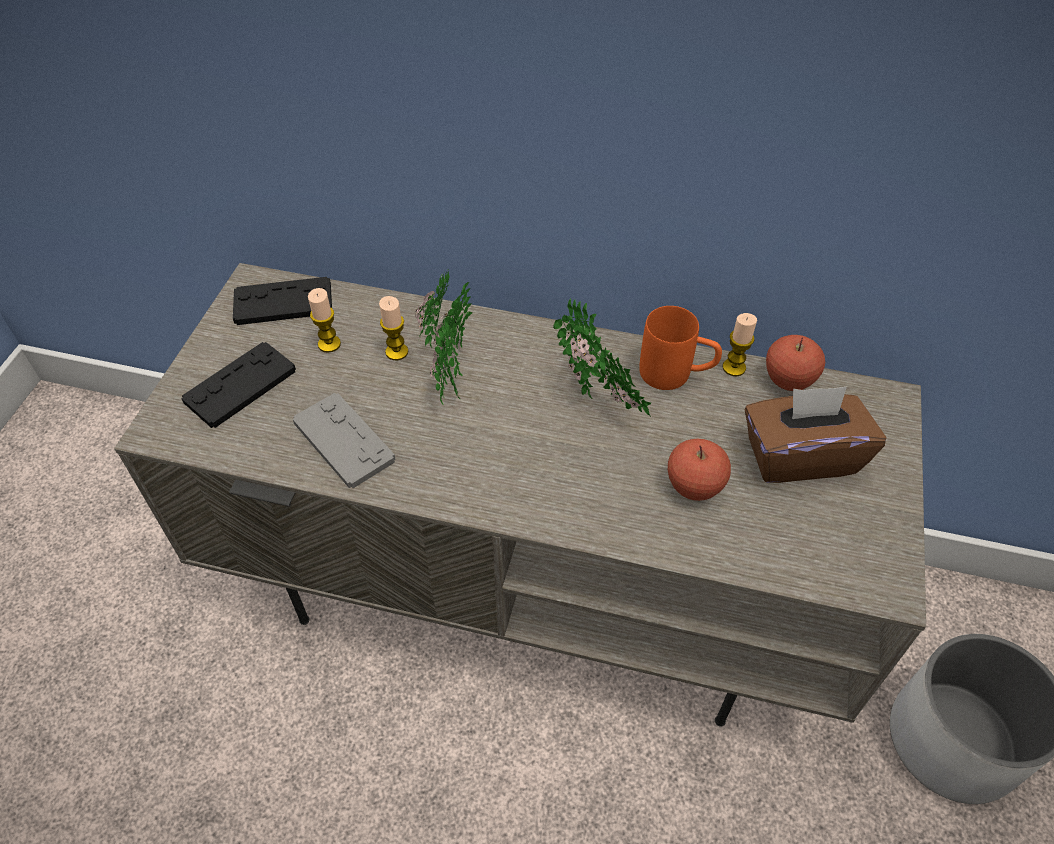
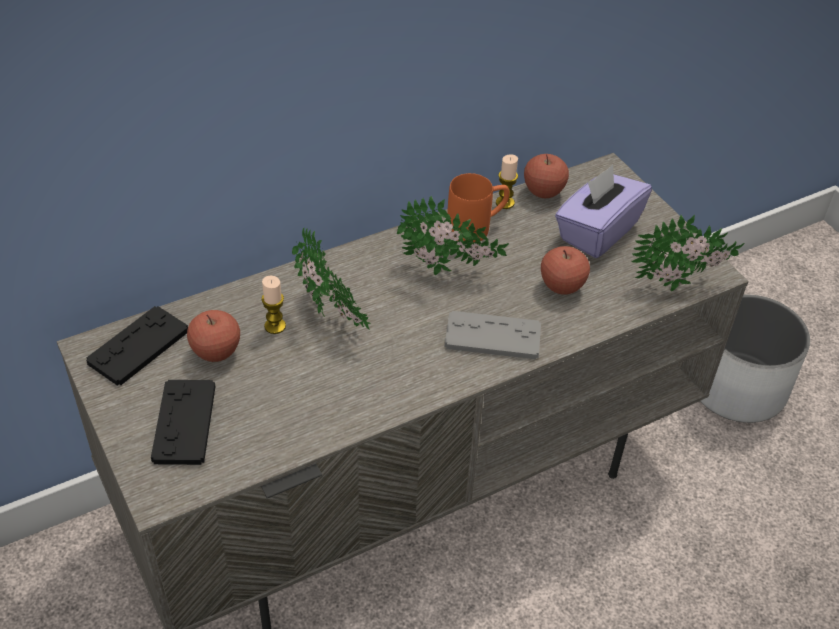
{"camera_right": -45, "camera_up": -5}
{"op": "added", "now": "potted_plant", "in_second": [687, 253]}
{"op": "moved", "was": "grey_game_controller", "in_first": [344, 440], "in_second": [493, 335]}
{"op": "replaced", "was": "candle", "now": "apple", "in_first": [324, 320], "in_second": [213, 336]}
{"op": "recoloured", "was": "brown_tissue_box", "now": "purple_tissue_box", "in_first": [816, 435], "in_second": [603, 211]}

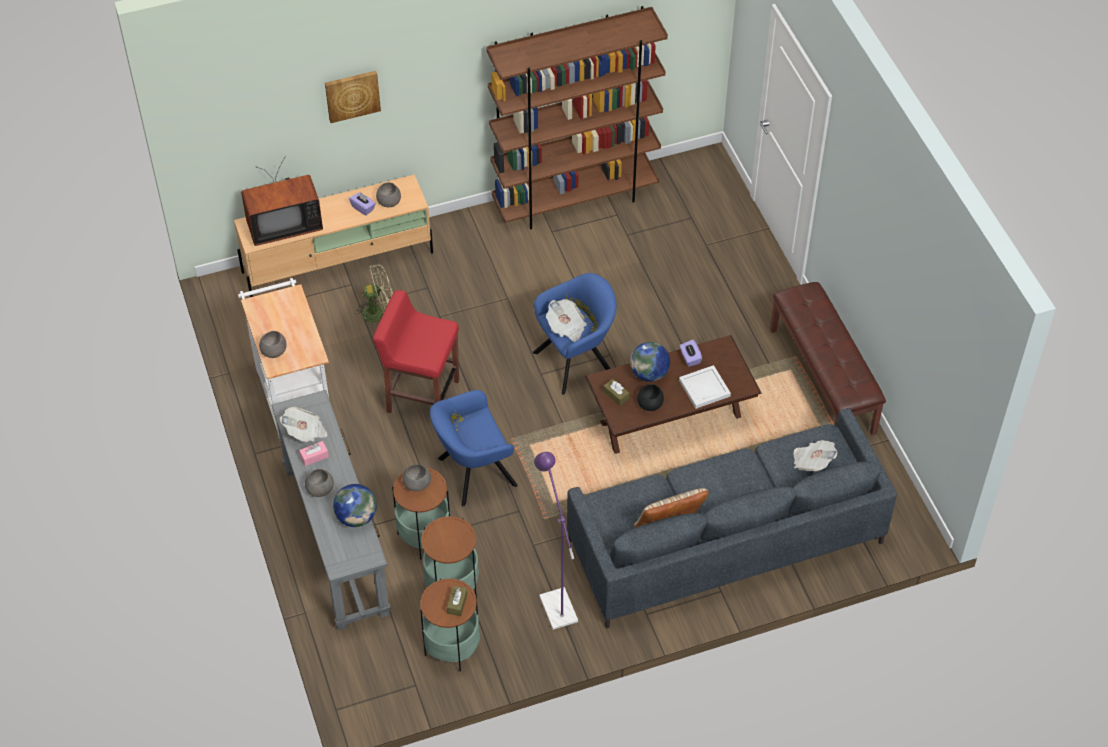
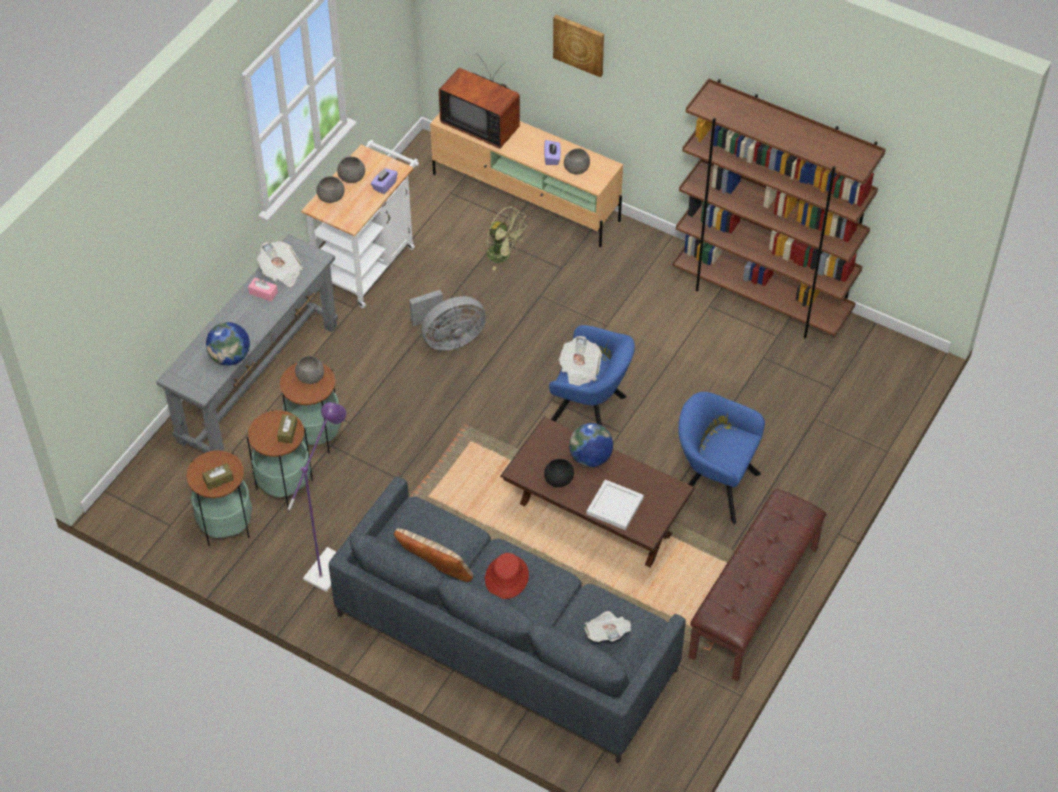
{"camera_right": 50, "camera_up": 0}
{"op": "added", "now": "red_hat", "in_second": [507, 576]}
{"op": "moved", "was": "grey_bowl", "in_first": [319, 483], "in_second": [351, 170]}
{"op": "moved", "was": "blue_armchair", "in_first": [474, 448], "in_second": [721, 458]}
{"op": "moved", "was": "brown_tissue_box", "in_first": [616, 392], "in_second": [287, 428]}
{"op": "moved", "was": "purple_tissue_box", "in_first": [691, 353], "in_second": [384, 181]}
{"op": "replaced", "was": "red_stool", "now": "grey_fan", "in_first": [416, 351], "in_second": [447, 320]}

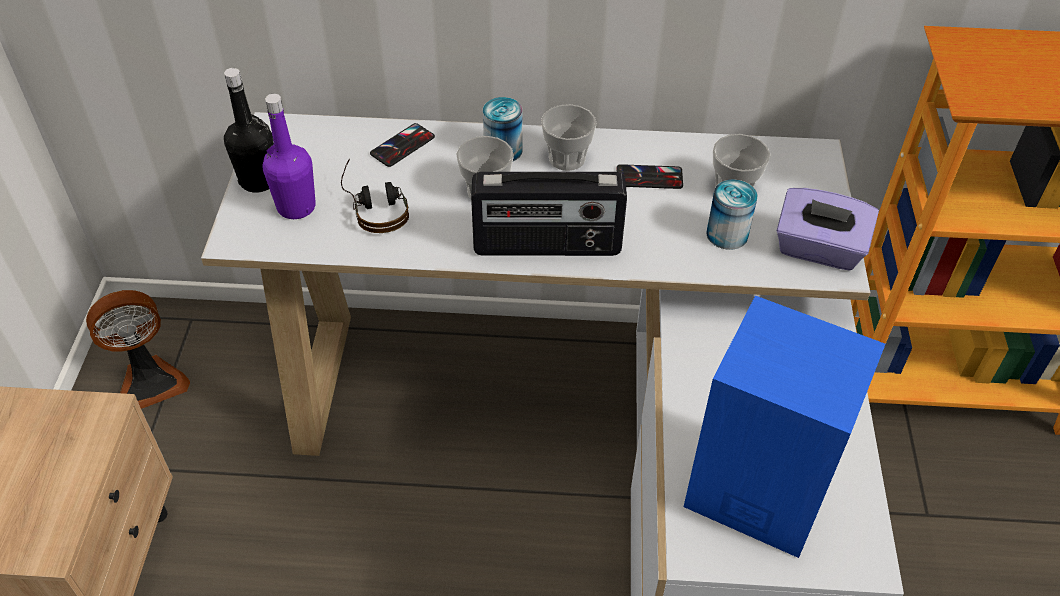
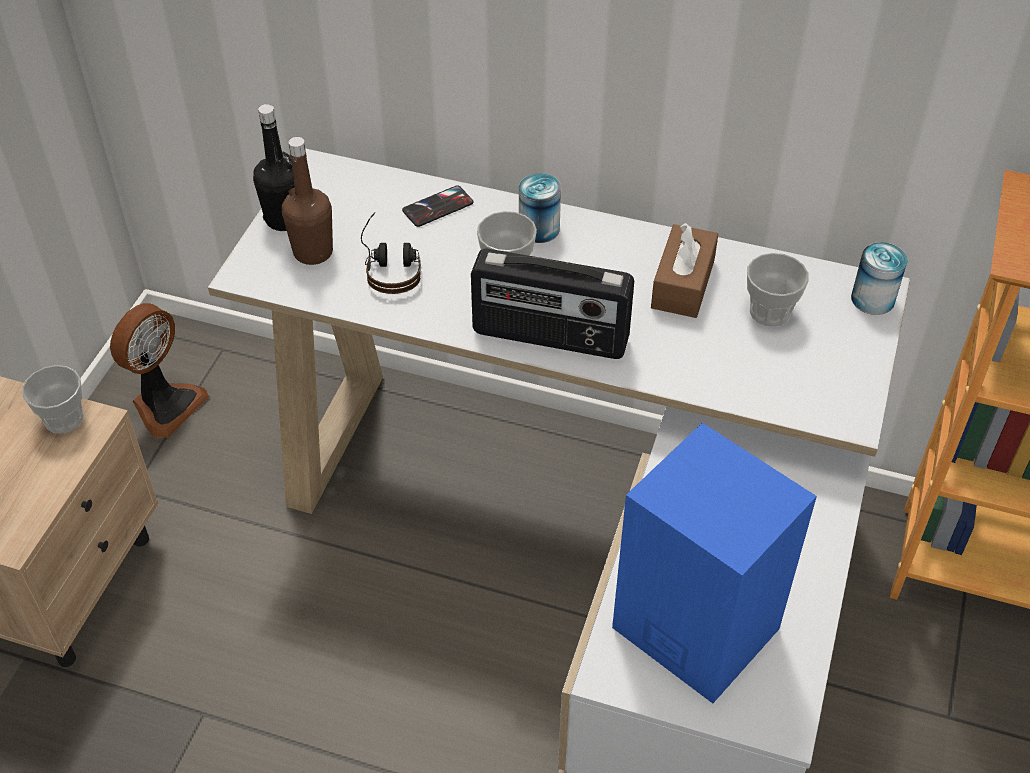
{"camera_right": 15, "camera_up": 0}
{"op": "removed", "was": "purple_tissue_box", "in_first": [828, 229]}
{"op": "moved", "was": "cup", "in_first": [569, 137], "in_second": [52, 399]}
{"op": "moved", "was": "can", "in_first": [731, 214], "in_second": [879, 278]}
{"op": "replaced", "was": "phone", "now": "brown_tissue_box", "in_first": [650, 176], "in_second": [684, 270]}
{"op": "recoloured", "was": "purple_bottle", "now": "brown_bottle", "in_first": [289, 156], "in_second": [307, 201]}
{"op": "turned", "was": "fan", "in_first": [138, 349], "in_second": [159, 370], "clockwise": -45}

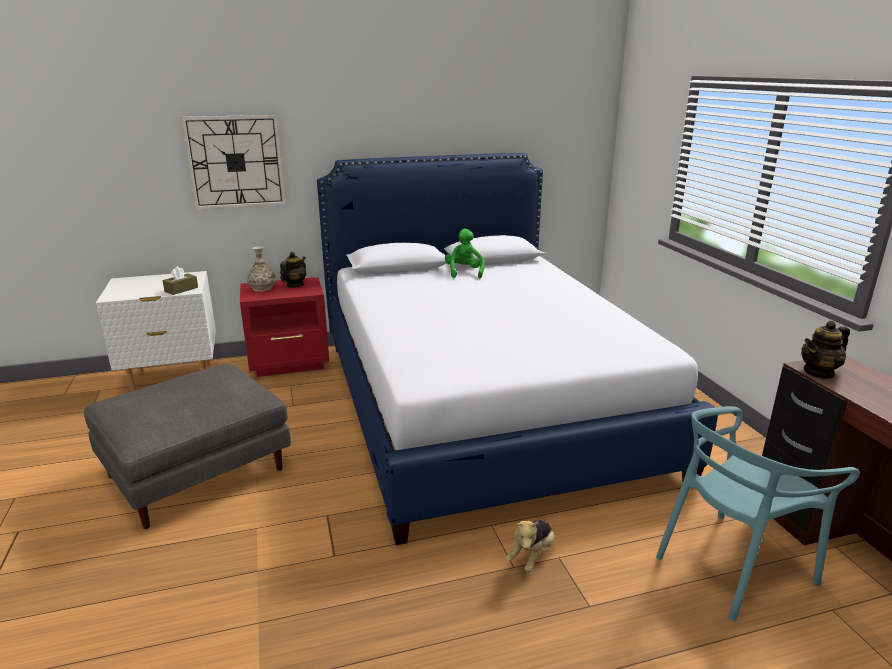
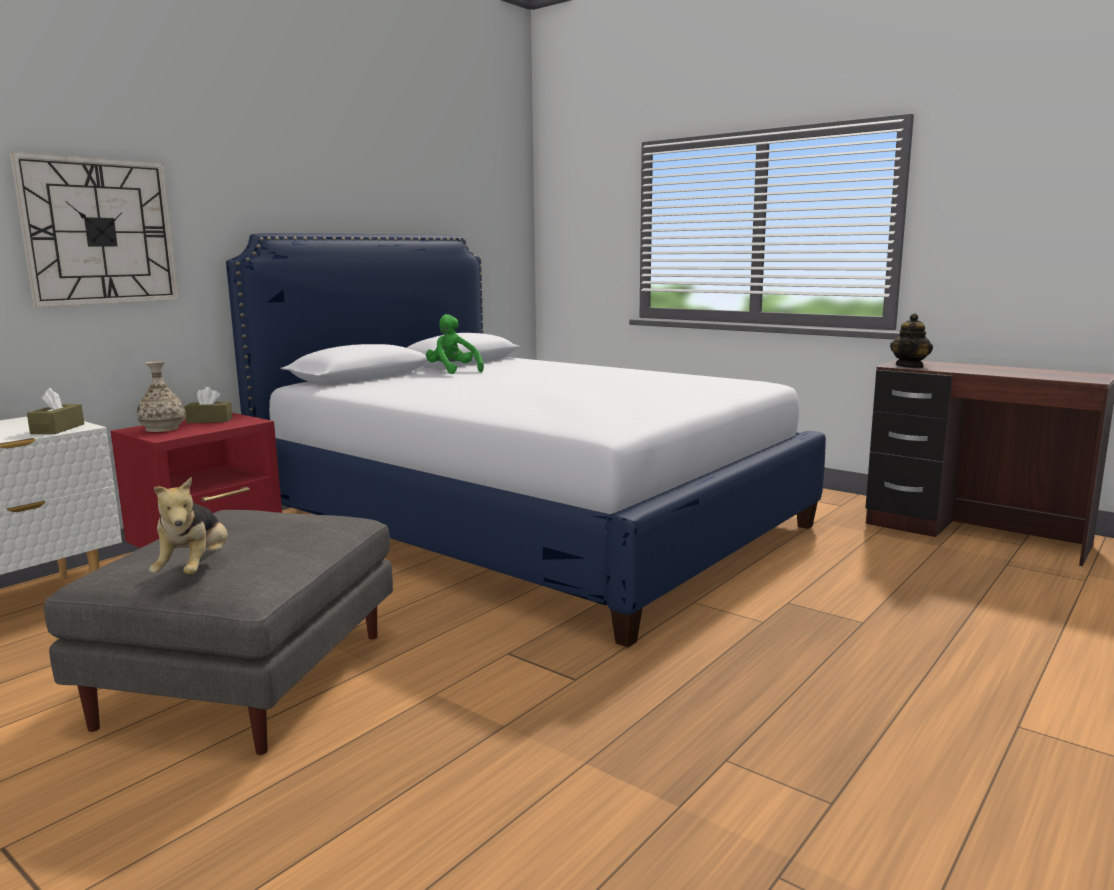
{"camera_right": -35, "camera_up": -10}
{"op": "removed", "was": "turquoise_chair", "in_first": [758, 513]}
{"op": "moved", "was": "plush_toy", "in_first": [530, 545], "in_second": [188, 525]}
{"op": "replaced", "was": "teapot", "now": "brown_tissue_box", "in_first": [293, 269], "in_second": [209, 405]}

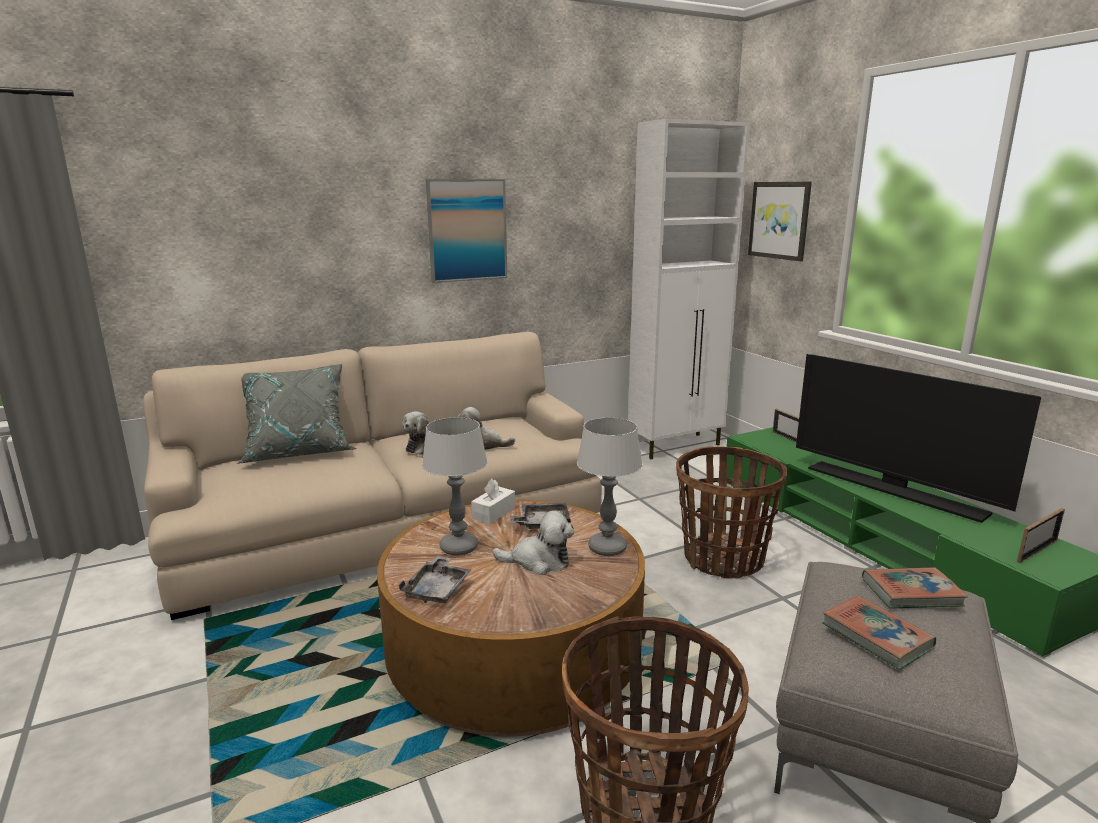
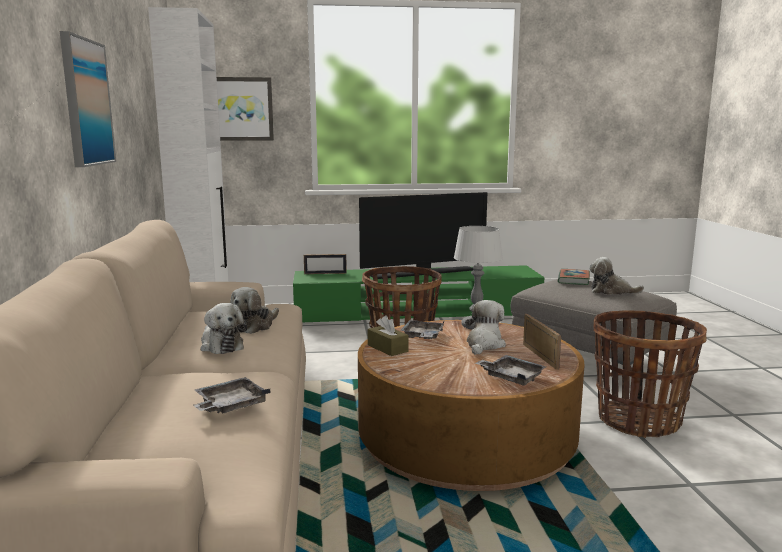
{"camera_right": -70, "camera_up": -5}
{"op": "removed", "was": "grey_pillow", "in_first": [296, 414]}
{"op": "removed", "was": "table_lamp", "in_first": [455, 486]}
{"op": "added", "now": "grey_tray", "in_second": [232, 395]}
{"op": "moved", "was": "picture_frame", "in_first": [1041, 535], "in_second": [542, 342]}
{"op": "replaced", "was": "book", "now": "plush_toy", "in_first": [879, 633], "in_second": [616, 276]}
{"op": "recoloured", "was": "white_tissue_box", "now": "brown_tissue_box", "in_first": [493, 501], "in_second": [388, 336]}

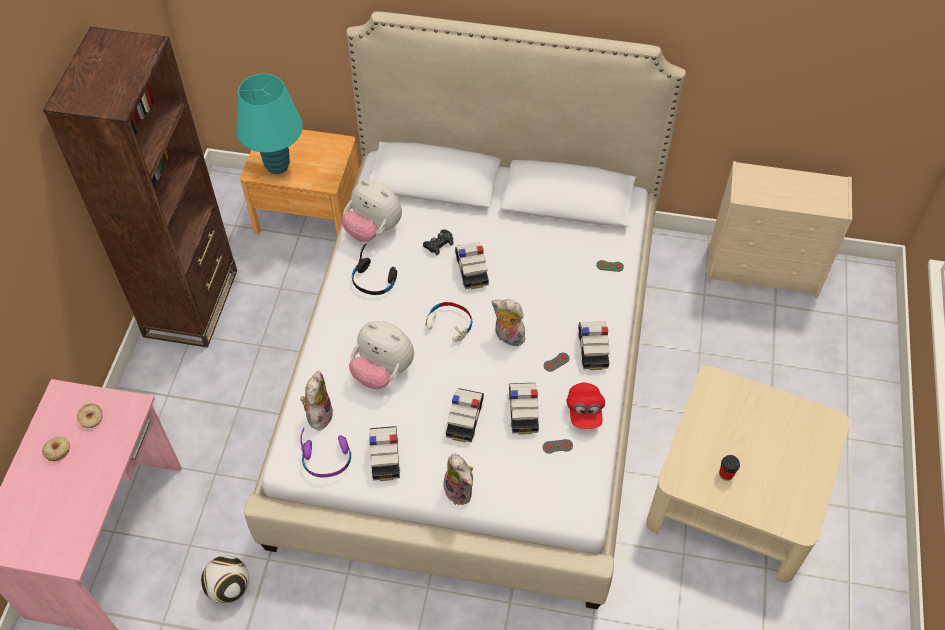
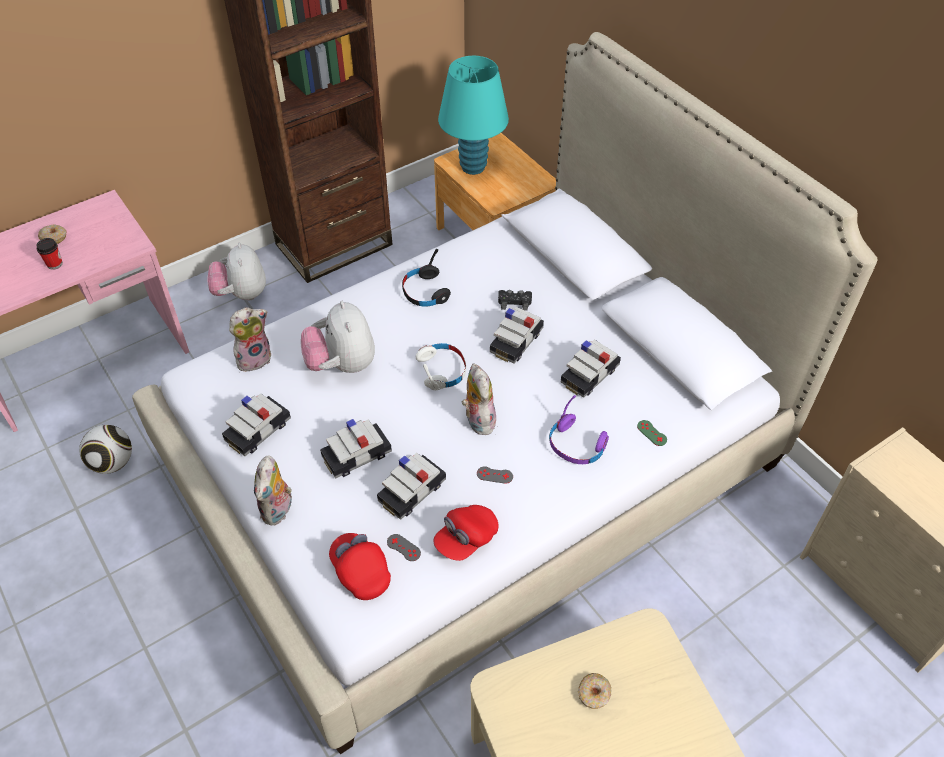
{"camera_right": 45, "camera_up": -5}
{"op": "added", "now": "red_cap", "in_second": [360, 566]}
{"op": "moved", "was": "donut", "in_first": [89, 416], "in_second": [594, 691]}
{"op": "moved", "was": "purple_headphones", "in_first": [325, 452], "in_second": [579, 429]}
{"op": "moved", "was": "plush_toy", "in_first": [371, 211], "in_second": [236, 271]}
{"op": "moved", "was": "toy_car", "in_first": [594, 345], "in_second": [591, 369]}
{"op": "moved", "was": "cup", "in_first": [729, 468], "in_second": [49, 254]}

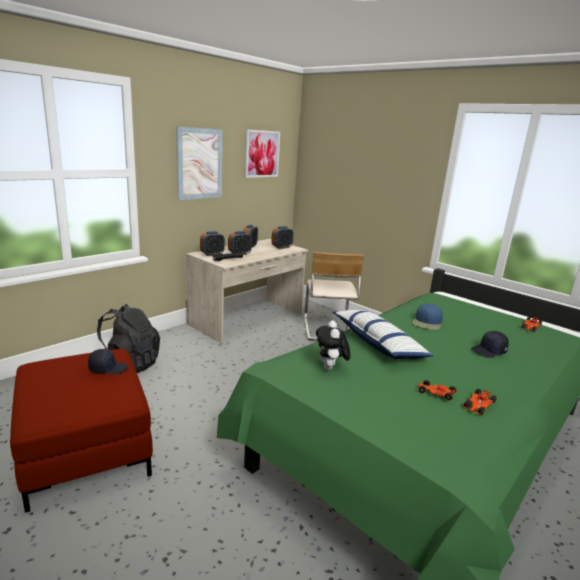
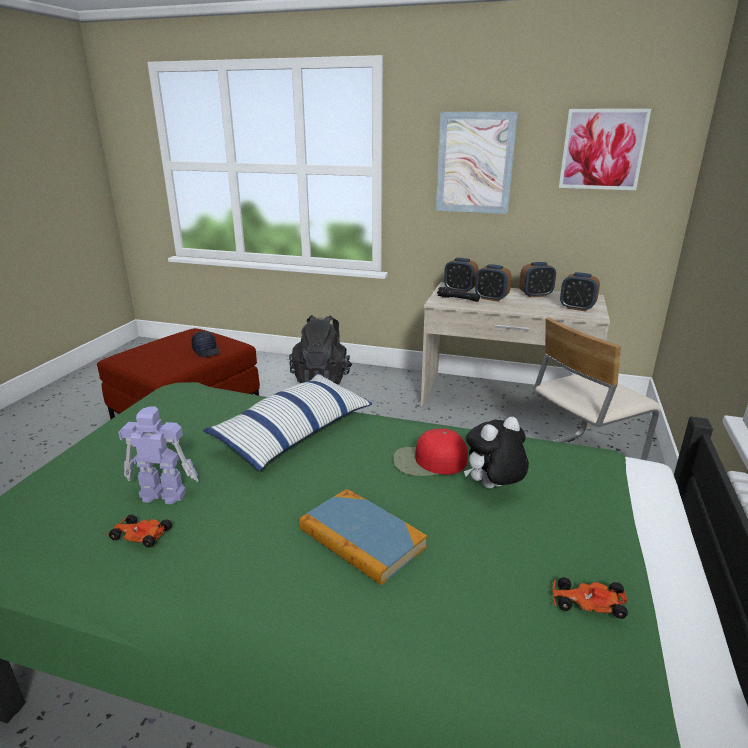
{"camera_right": 65, "camera_up": 5}
{"op": "moved", "was": "plush_toy", "in_first": [333, 345], "in_second": [496, 453]}
{"op": "replaced", "was": "toy_car", "now": "toy_robot", "in_first": [436, 390], "in_second": [158, 455]}
{"op": "replaced", "was": "black_cap", "now": "book", "in_first": [490, 344], "in_second": [363, 537]}
{"op": "recoloured", "was": "blue_cap", "now": "red_cap", "in_first": [427, 317], "in_second": [430, 452]}

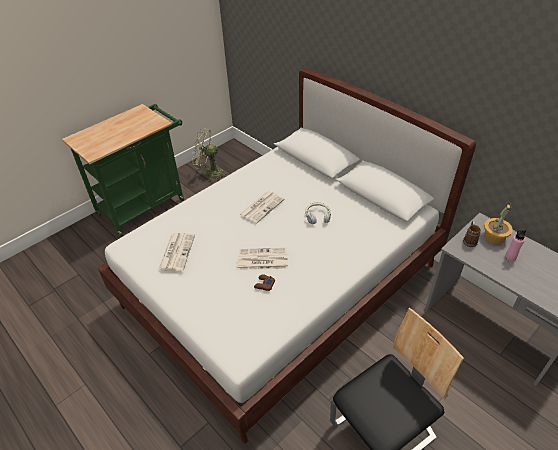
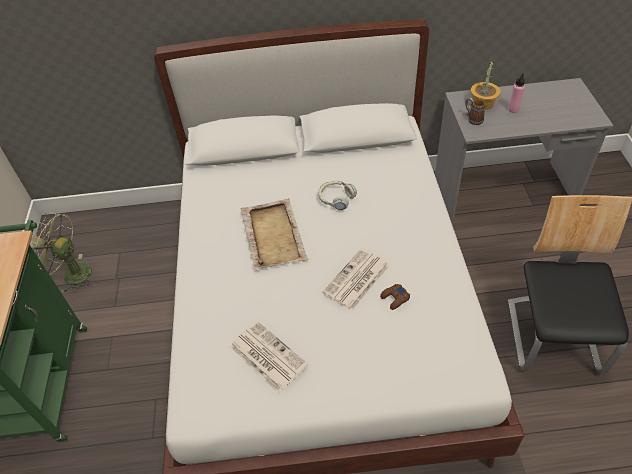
{"camera_right": -50, "camera_up": 5}
{"op": "replaced", "was": "newspaper", "now": "beige_tray", "in_first": [262, 207], "in_second": [274, 234]}
{"op": "turned", "was": "green_fan", "in_first": [208, 154], "in_second": [62, 252], "clockwise": 60}

